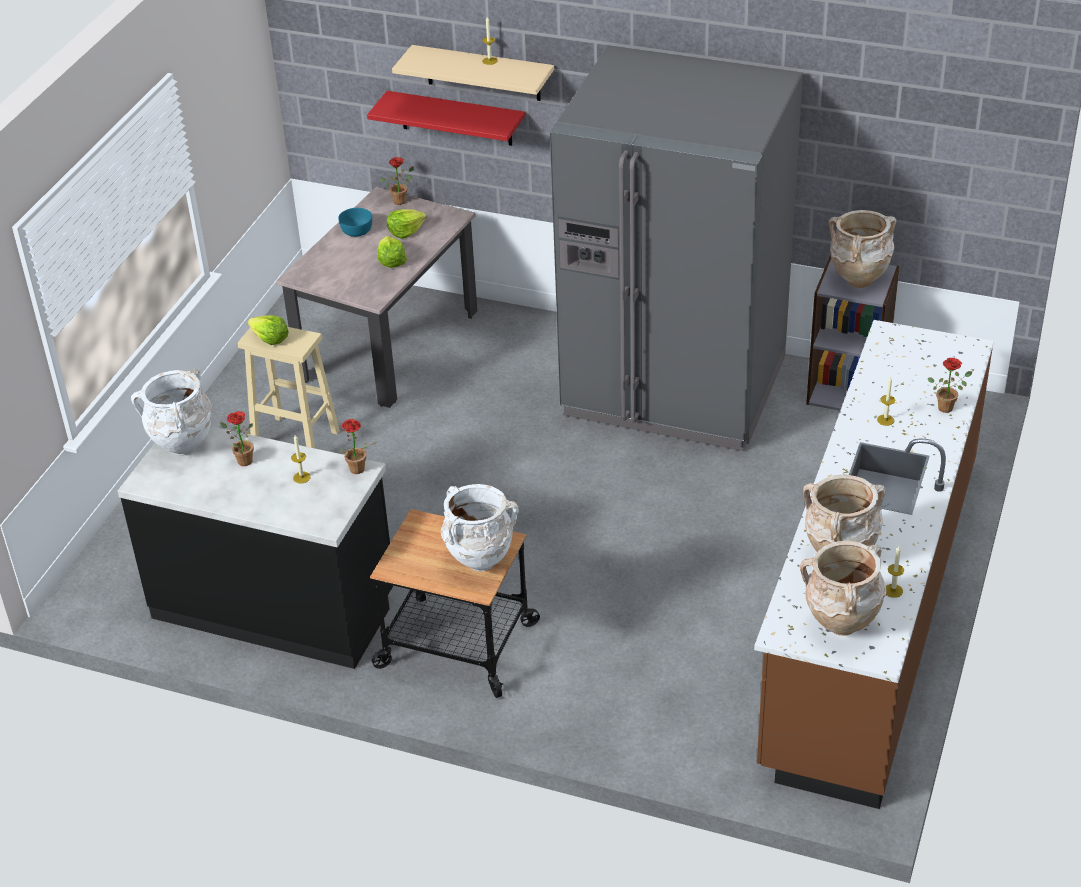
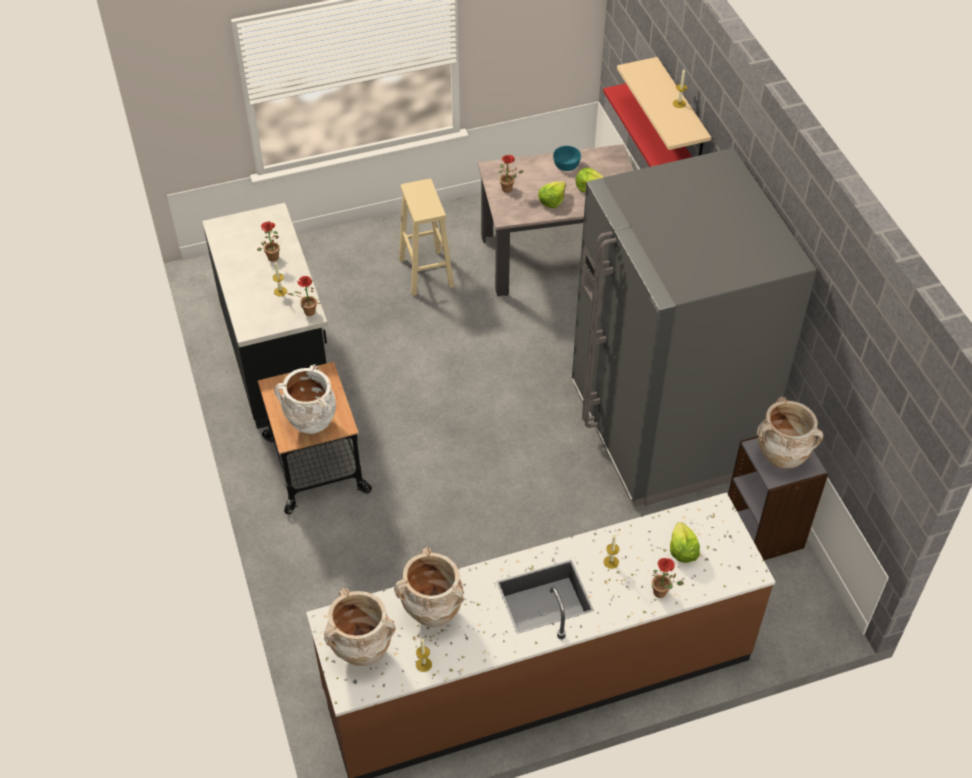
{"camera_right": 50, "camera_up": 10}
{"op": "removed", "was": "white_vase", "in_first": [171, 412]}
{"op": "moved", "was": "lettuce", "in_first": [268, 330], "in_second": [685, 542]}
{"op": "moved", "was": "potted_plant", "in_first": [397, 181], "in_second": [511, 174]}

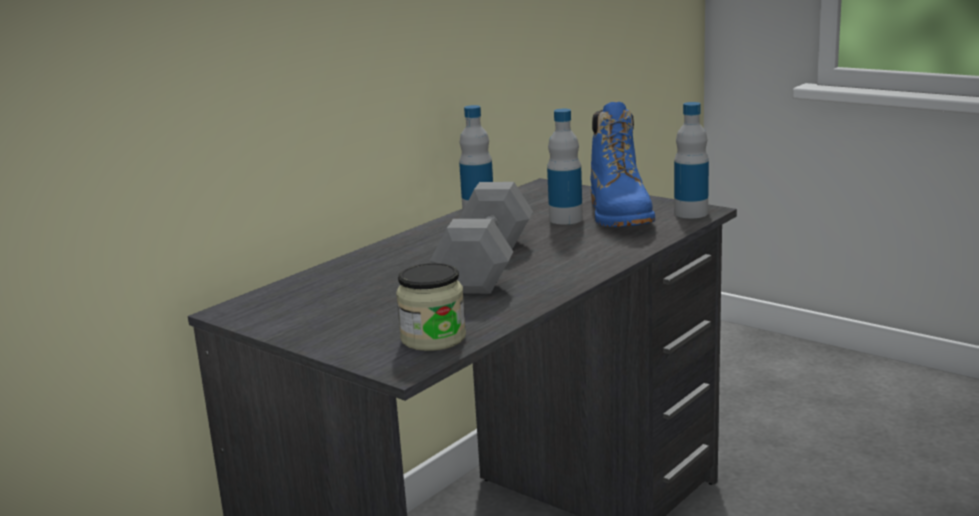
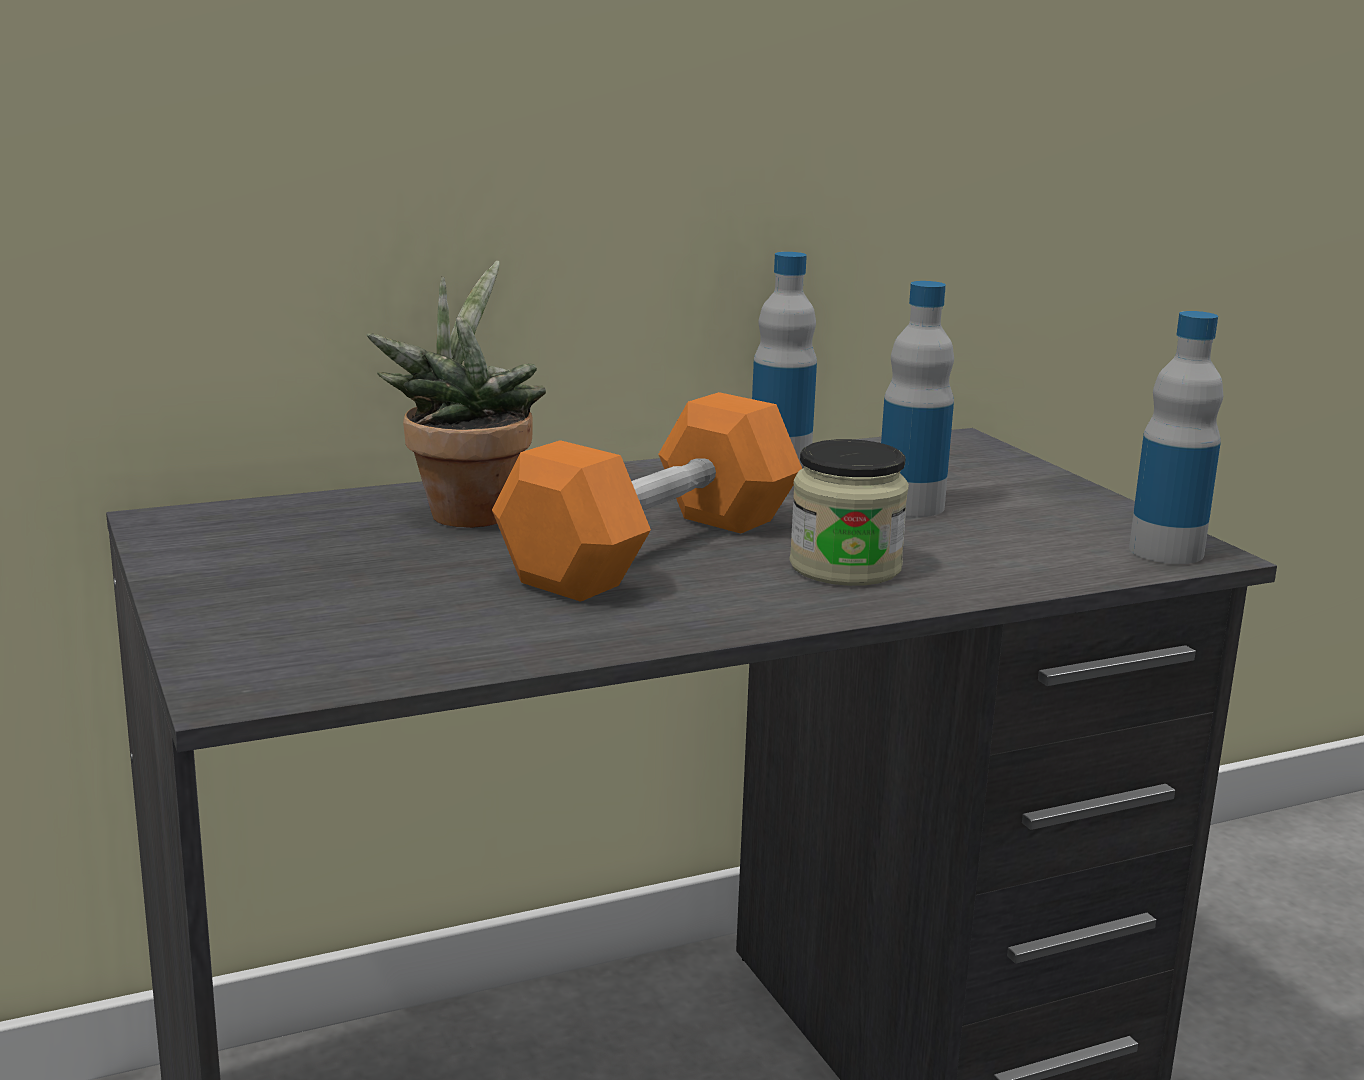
{"camera_right": 25, "camera_up": 0}
{"op": "removed", "was": "blue_boot", "in_first": [622, 164]}
{"op": "added", "now": "potted_plant", "in_second": [456, 394]}
{"op": "moved", "was": "jar", "in_first": [431, 307], "in_second": [849, 512]}
{"op": "recoloured", "was": "grey_dumbbell", "now": "orange_dumbbell", "in_first": [481, 238], "in_second": [647, 497]}

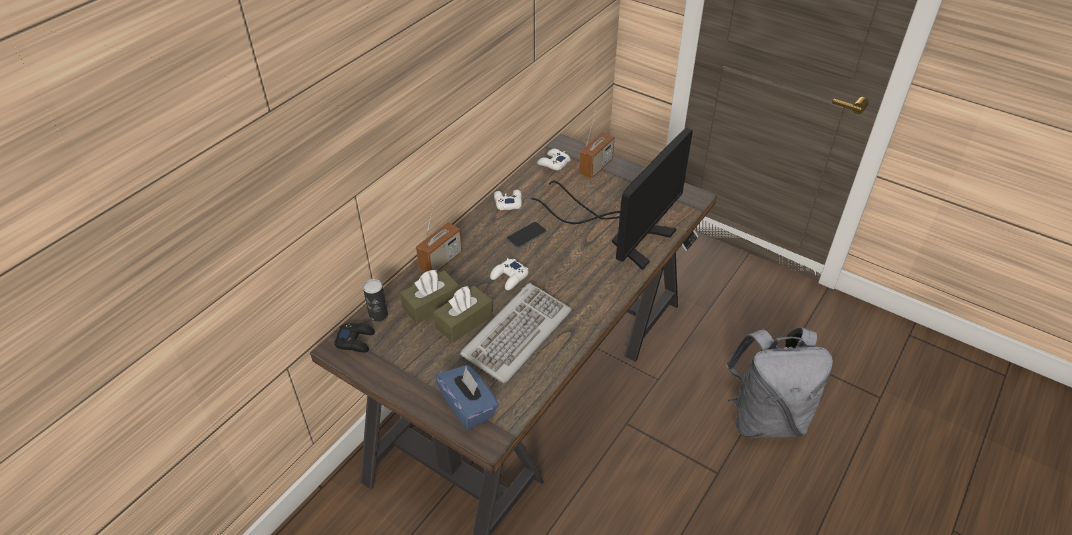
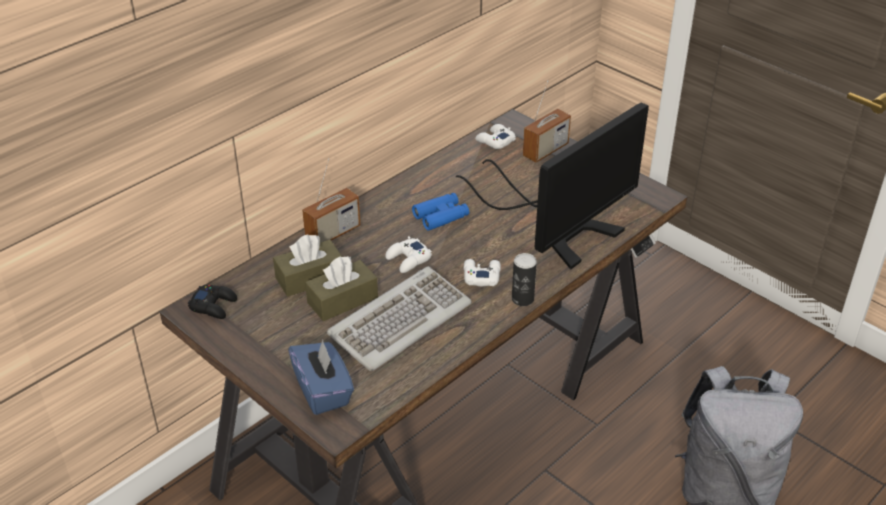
{"camera_right": 10, "camera_up": -5}
{"op": "moved", "was": "can", "in_first": [375, 300], "in_second": [524, 279]}
{"op": "moved", "was": "white_game_controller", "in_first": [508, 200], "in_second": [482, 272]}
{"op": "replaced", "was": "phone", "now": "blue_binoculars", "in_first": [527, 235], "in_second": [440, 212]}

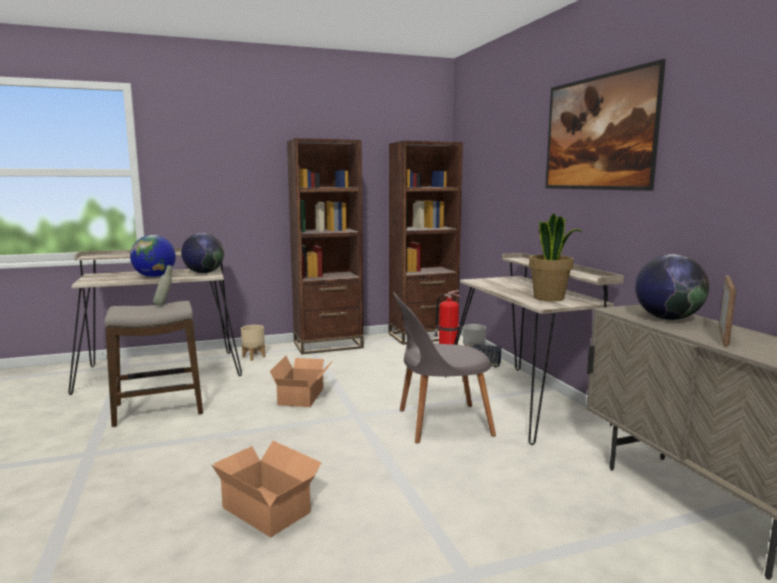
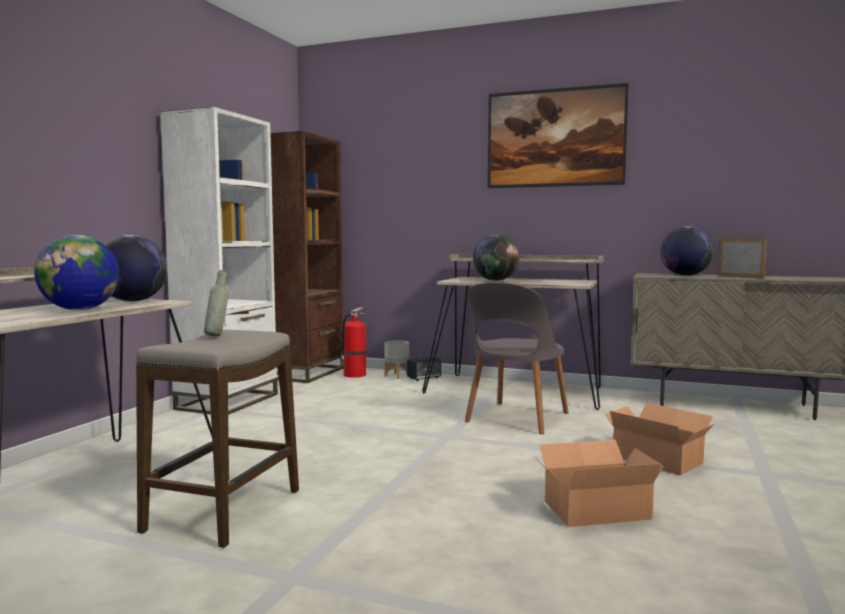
{"camera_right": -50, "camera_up": -5}
{"op": "removed", "was": "beige_planter", "in_first": [253, 343]}
{"op": "removed", "was": "potted_plant", "in_first": [555, 257]}
{"op": "added", "now": "globe", "in_second": [496, 258]}
{"op": "moved", "was": "cardboard_box", "in_first": [301, 381], "in_second": [659, 439]}
{"op": "recoloured", "was": "brown_bookcase", "now": "white_bookcase", "in_first": [325, 246], "in_second": [219, 261]}

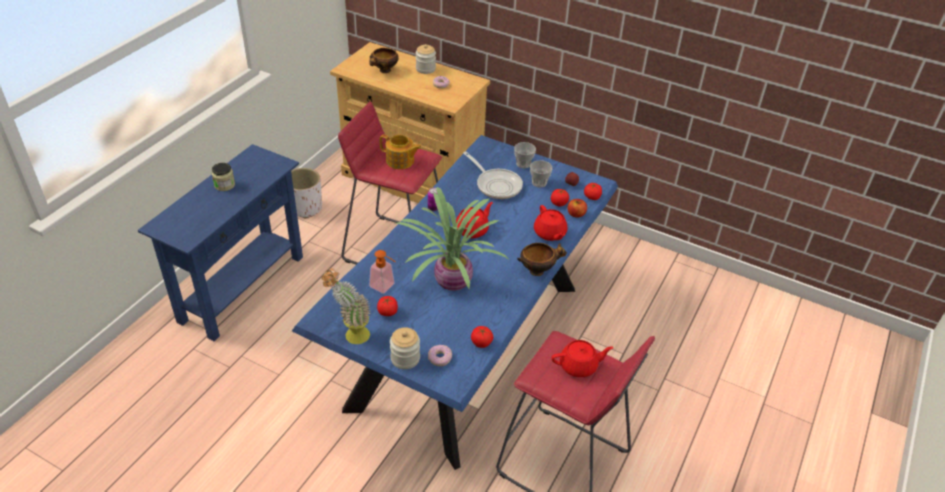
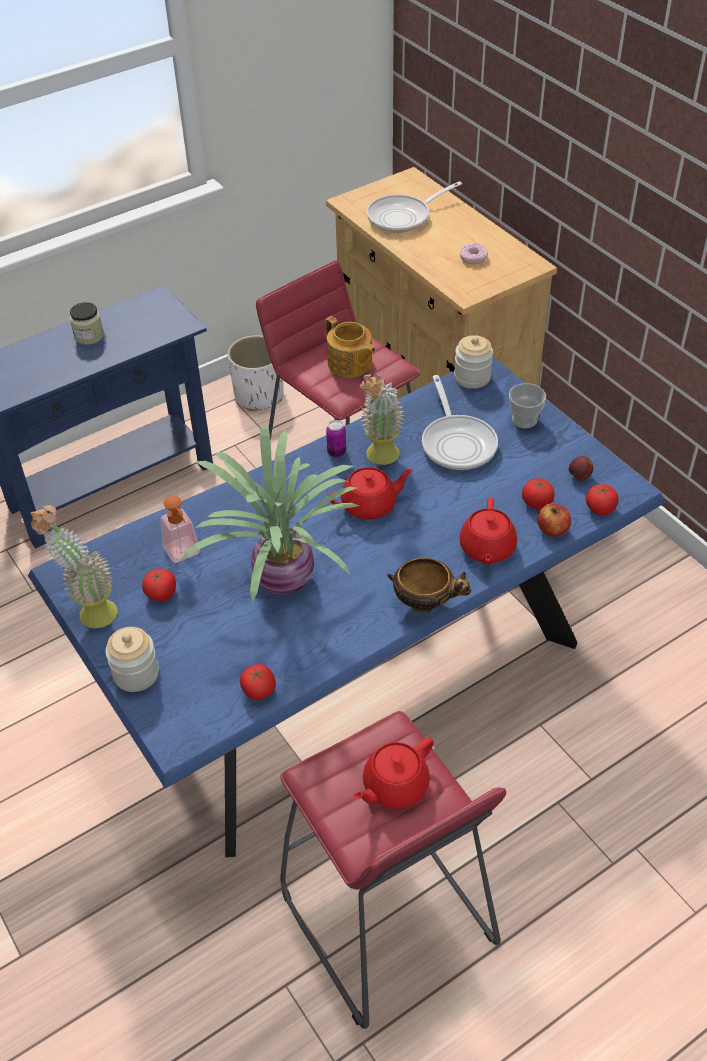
{"camera_right": 30, "camera_up": 5}
{"op": "removed", "was": "donut", "in_first": [440, 355]}
{"op": "removed", "was": "cup", "in_first": [541, 173]}
{"op": "added", "now": "potted_plant", "in_second": [382, 418]}
{"op": "moved", "was": "jar", "in_first": [426, 59], "in_second": [473, 362]}
{"op": "replaced", "was": "bowl", "now": "frying_pan", "in_first": [384, 60], "in_second": [414, 207]}
{"op": "turned", "was": "red_teapot", "in_first": [583, 358], "in_second": [393, 773], "clockwise": 120}

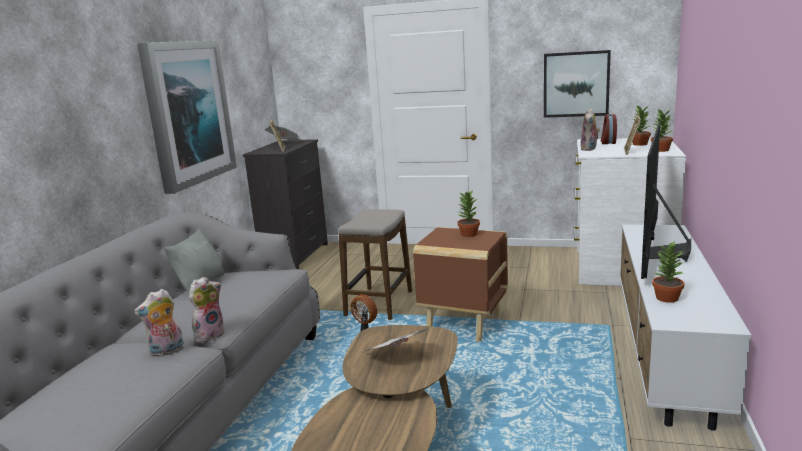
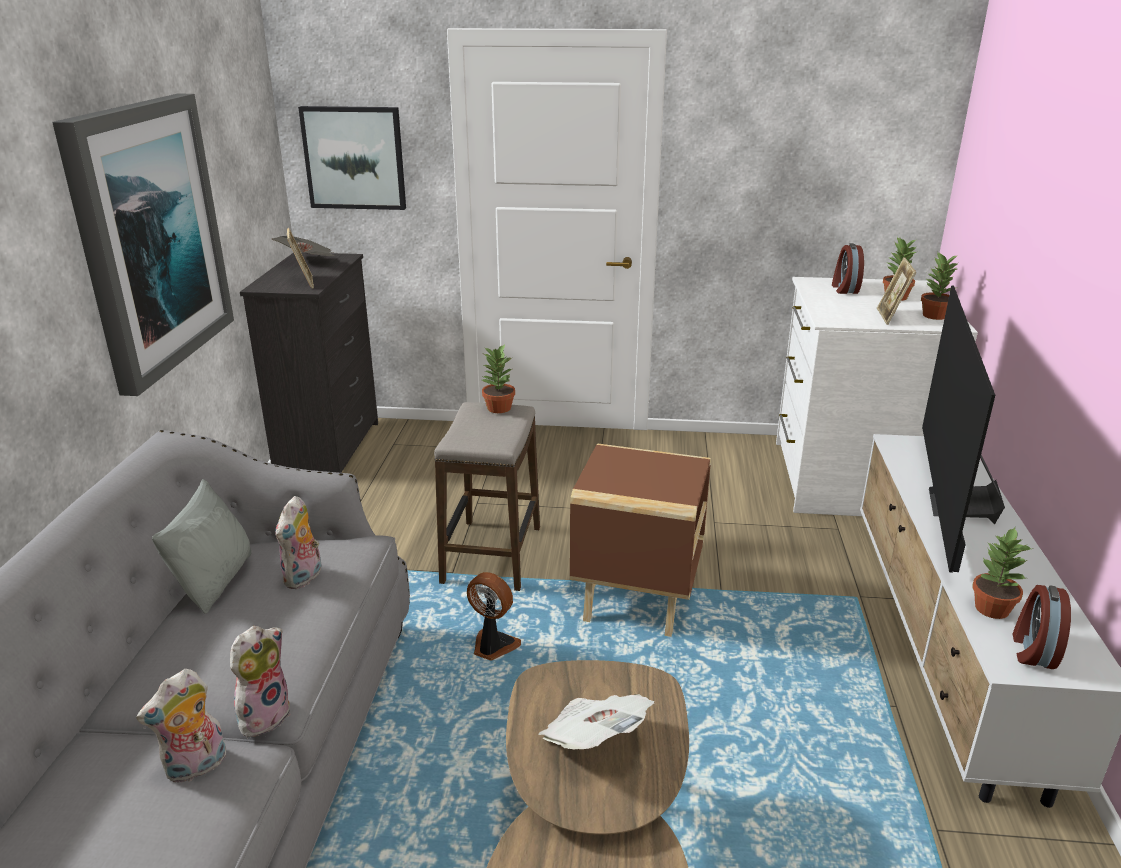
{"camera_right": -10, "camera_up": 10}
{"op": "added", "now": "alarm_clock", "in_second": [1042, 627]}
{"op": "moved", "was": "potted_plant", "in_first": [468, 214], "in_second": [498, 379]}
{"op": "moved", "was": "picture", "in_first": [577, 84], "in_second": [352, 158]}
{"op": "moved", "was": "plush_toy", "in_first": [590, 129], "in_second": [298, 542]}

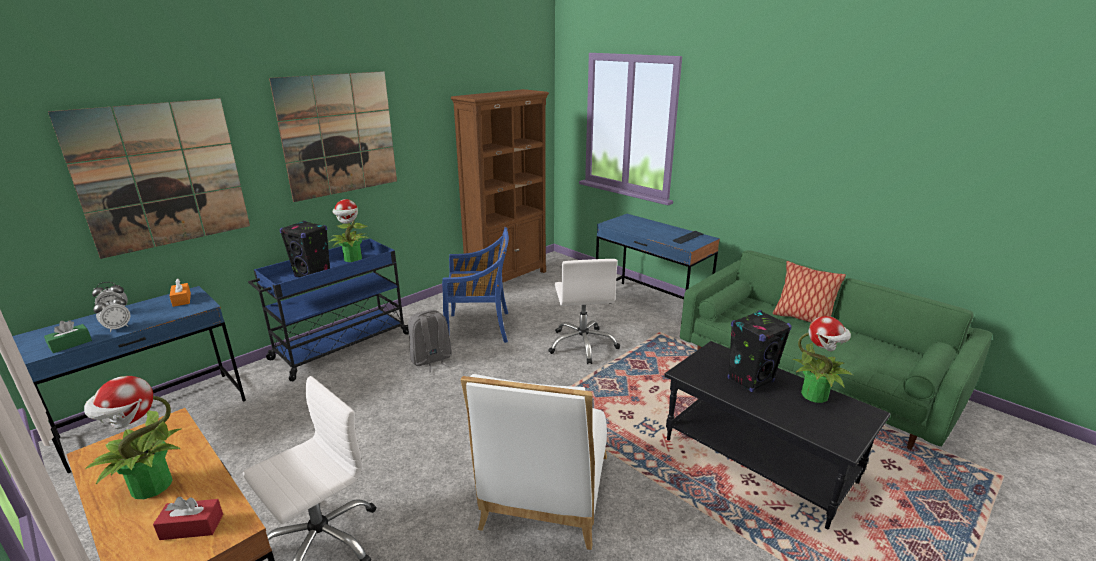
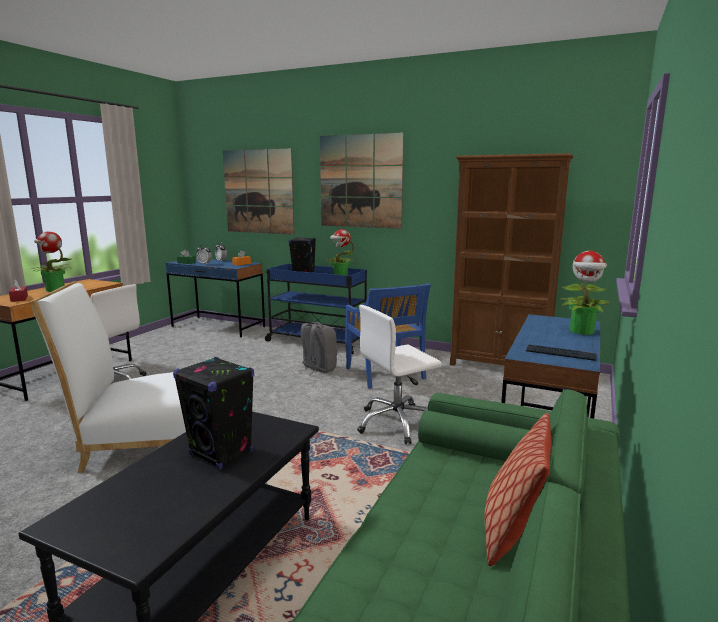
{"camera_right": 70, "camera_up": -10}
{"op": "moved", "was": "potted_plant", "in_first": [823, 359], "in_second": [585, 293]}

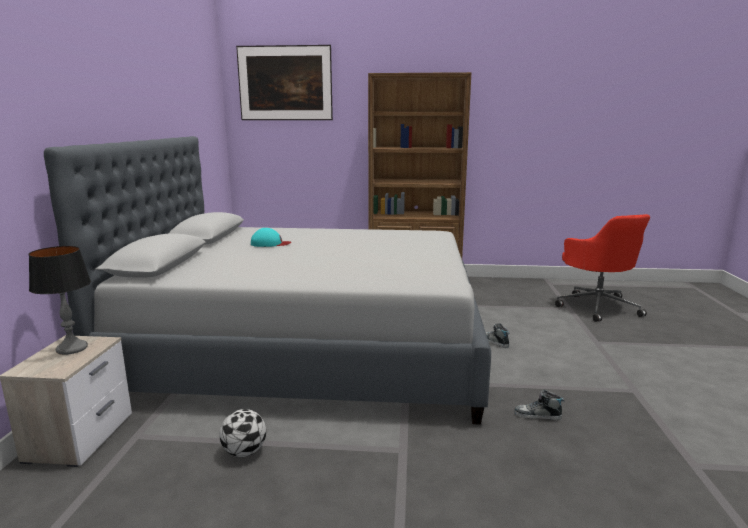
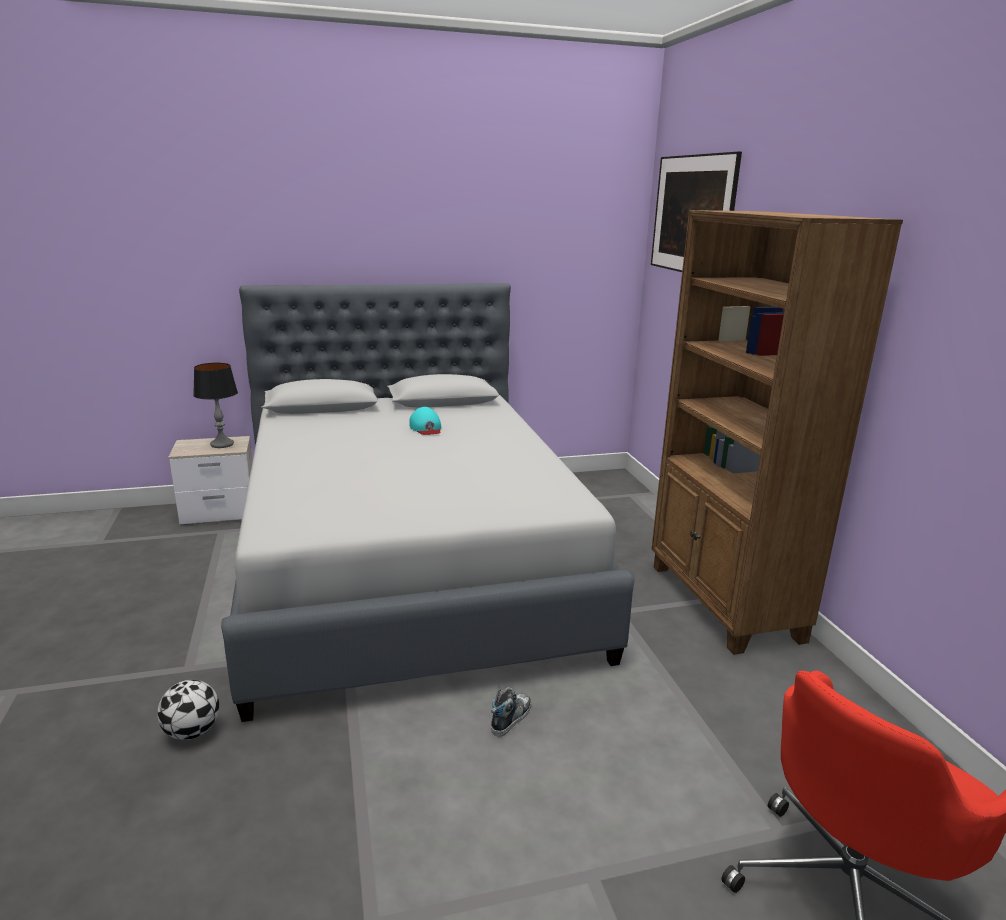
{"camera_right": 70, "camera_up": 5}
{"op": "removed", "was": "shoe", "in_first": [539, 405]}
{"op": "moved", "was": "football", "in_first": [242, 433], "in_second": [188, 710]}

